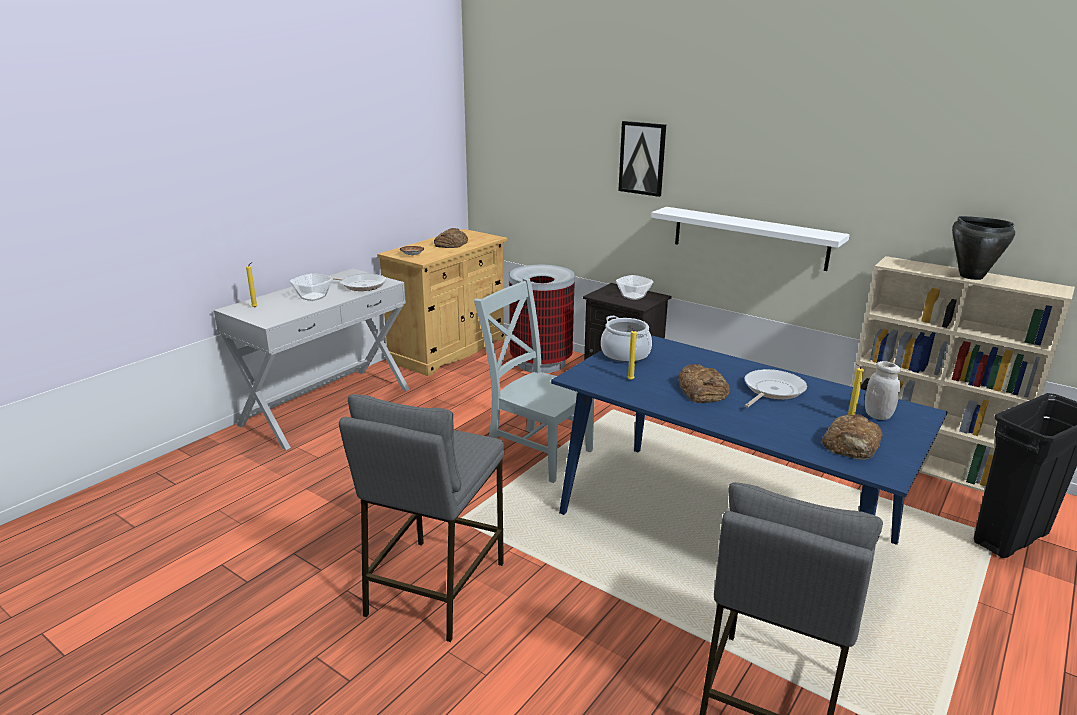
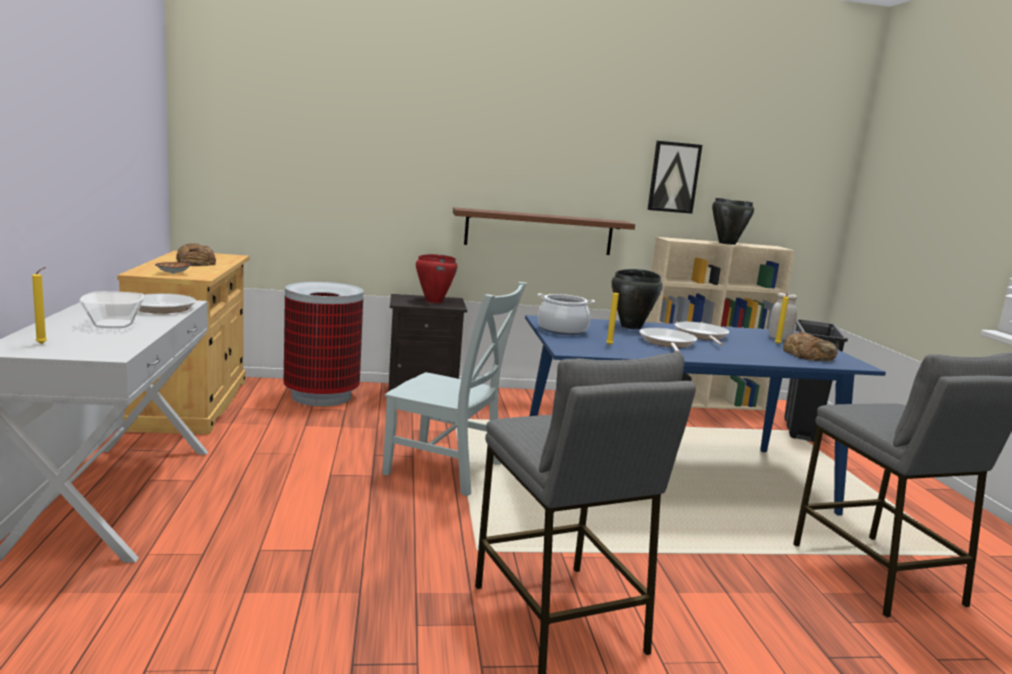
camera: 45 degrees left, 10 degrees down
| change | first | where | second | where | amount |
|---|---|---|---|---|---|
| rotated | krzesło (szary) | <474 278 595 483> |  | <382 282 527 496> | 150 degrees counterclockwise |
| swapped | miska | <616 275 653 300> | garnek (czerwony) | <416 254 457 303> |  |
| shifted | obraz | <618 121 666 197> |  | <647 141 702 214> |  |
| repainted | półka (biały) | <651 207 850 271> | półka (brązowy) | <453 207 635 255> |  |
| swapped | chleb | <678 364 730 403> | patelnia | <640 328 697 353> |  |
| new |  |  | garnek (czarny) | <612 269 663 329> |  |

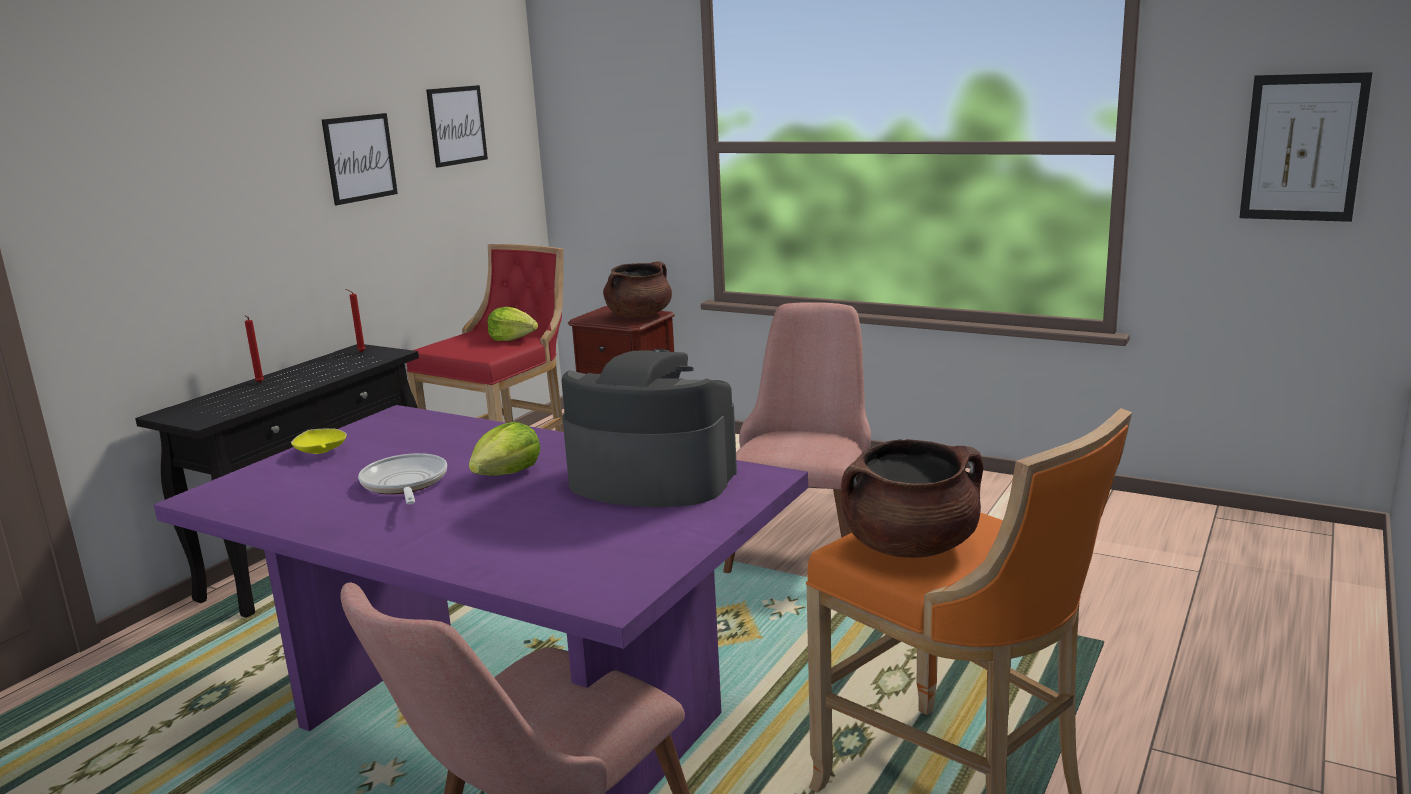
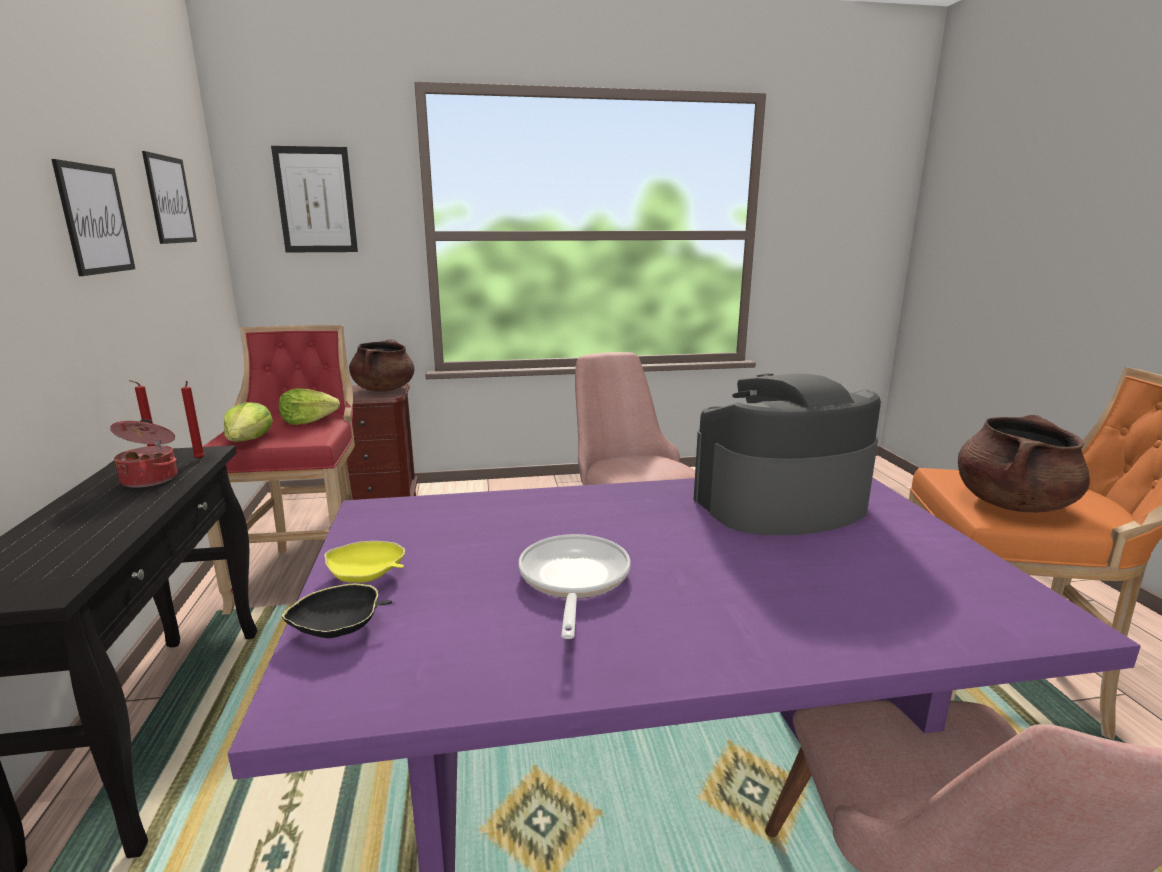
camera: 40 degrees left, 0 degrees up
| change | first | where | second | where | amount |
|---|---|---|---|---|---|
| shifted | świeca (czerwony) | <245 315 264 383> |  | <181 381 205 459> |  |
| rotated | patelnia | <358 453 447 504> |  | <519 534 631 639> | 60 degrees clockwise |
| shifted | sałata | <469 422 540 476> |  | <224 402 273 442> |  |
| shifted | obraz | <1239 72 1372 222> |  | <271 146 358 252> |  |
| new |  |  | garnek | <110 419 177 488> |  |
| new |  |  | miska (czarny) | <282 583 392 638> |  |

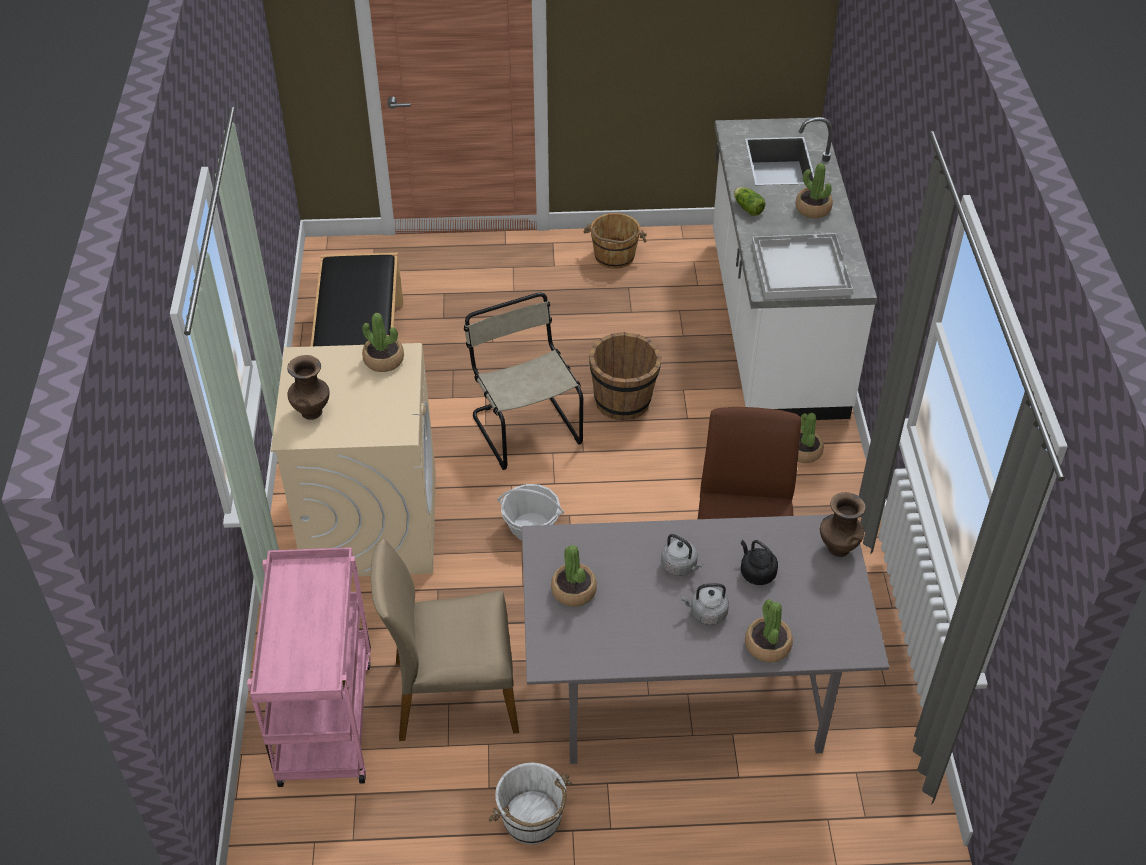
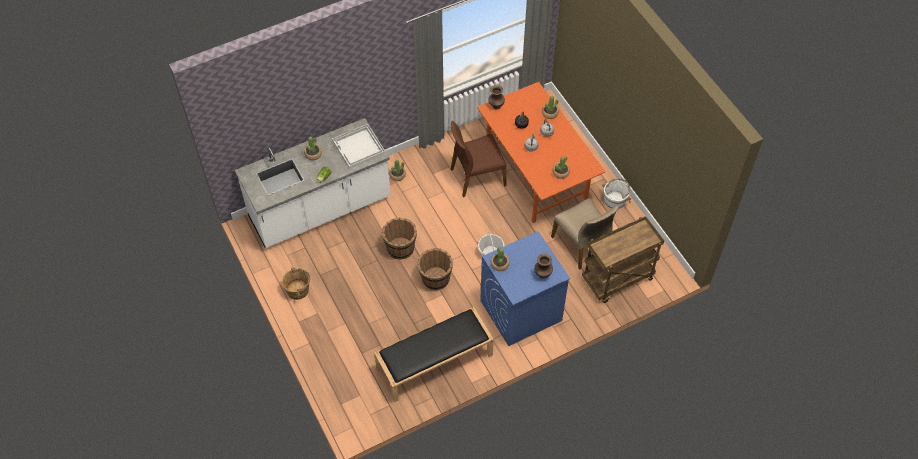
camera: 115 degrees left, 10 degrees up
| change | first | where | second | where | amount |
|---|---|---|---|---|---|
| repainted | wózek (różowy) | <247 547 371 787> | wózek (brązowy) | <582 216 664 303> |  |
| repainted | pralka (beżowy) | <271 343 436 577> | pralka (niebieski) | <480 231 570 346> |  |
| swapped | krzesło (beżowy) | <464 293 584 470> | wiadro (brązowy) | <417 248 453 290> |  |
| repainted | stół jadalny (szary) | <522 514 889 764> | stół jadalny (pomarańczowy) | <477 82 605 223> |  |

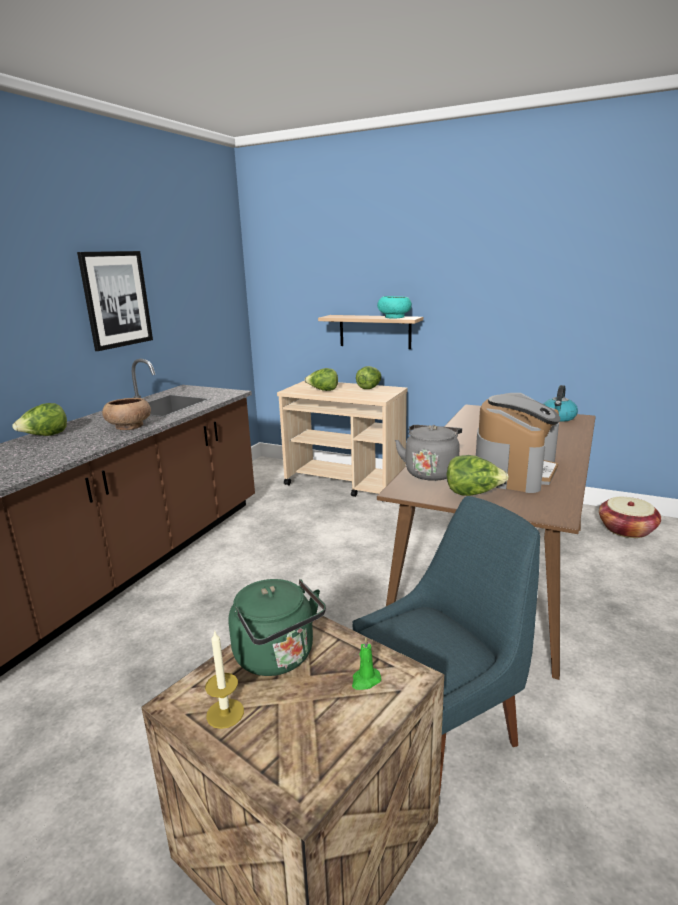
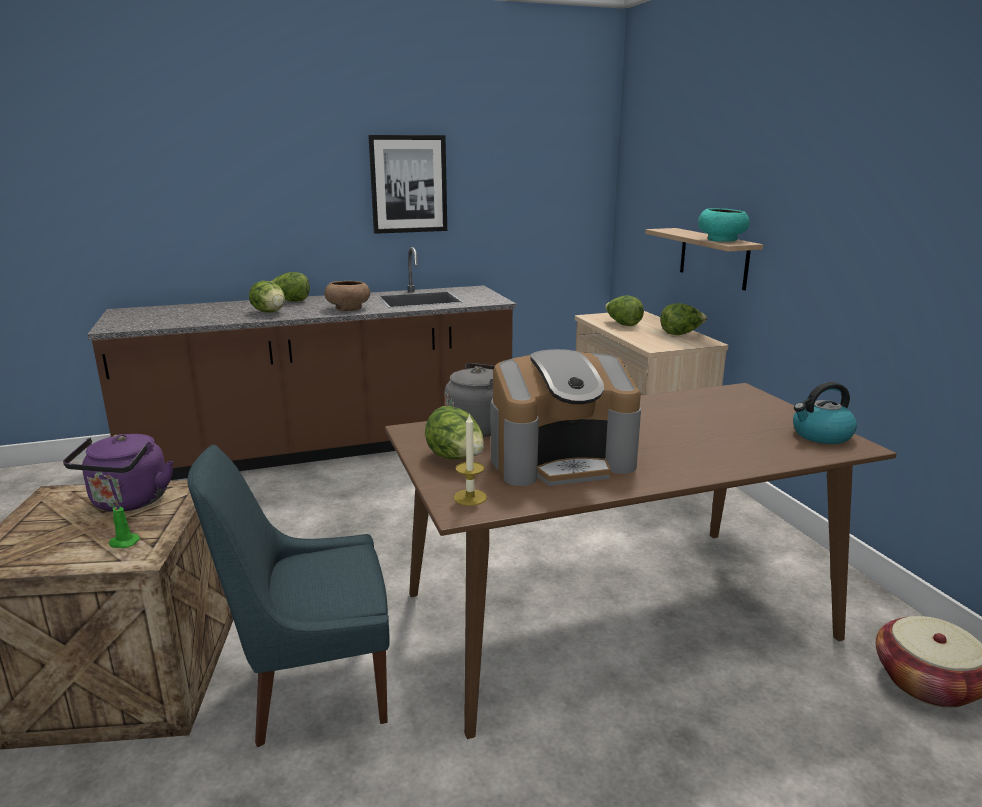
camera: 45 degrees right, 0 degrees up
| change | first | where | second | where | amount |
|---|---|---|---|---|---|
| shifted | świeca | <205 630 244 729> |  | <454 413 487 506> |  |
| repainted | czajnik (zielony) | <229 579 326 676> | czajnik (fioletowy) | <63 434 173 512> |  |
| rotated | krzesło (niebieski) | <353 496 540 796> |  | <188 445 390 747> | 150 degrees clockwise |
| new |  |  | sałata | <249 281 285 313> |  |

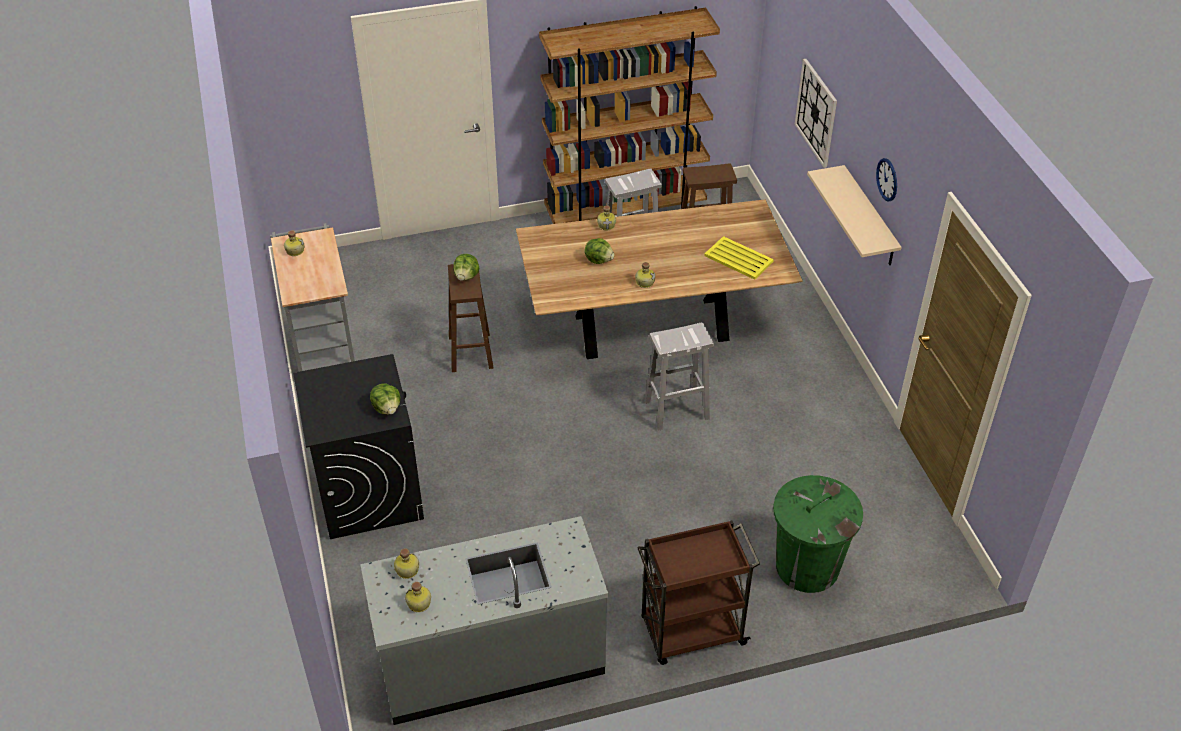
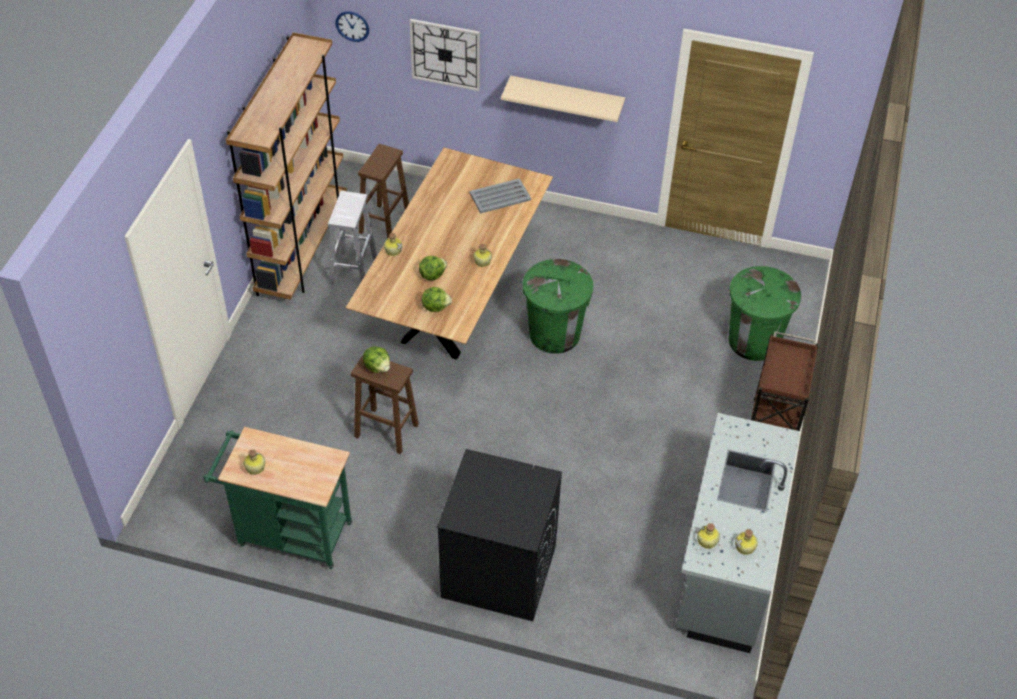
camera: 60 degrees left, 5 degrees up
| change | first | where | second | where | amount |
|---|---|---|---|---|---|
| repainted | wózek (szary) | <270 223 355 372> | wózek (zielony) | <203 427 352 569> |  |
| shifted | sałata | <370 383 400 415> |  | <422 287 452 312> |  |
| swapped | stołek (biały) | <644 322 714 431> | kosz na śmieci (zielony) | <523 259 593 354> |  |
| repainted | taca (żółty) | <704 236 774 280> | taca (szary) | <470 178 531 214> |  |
| shifted | zegar ścienny | <876 158 897 202> |  | <335 11 369 42> |  |

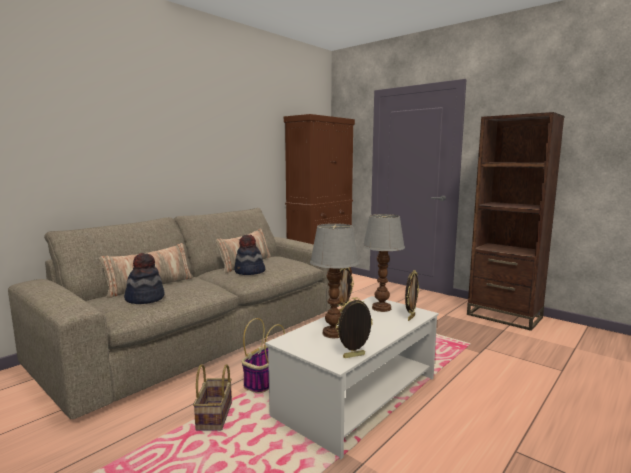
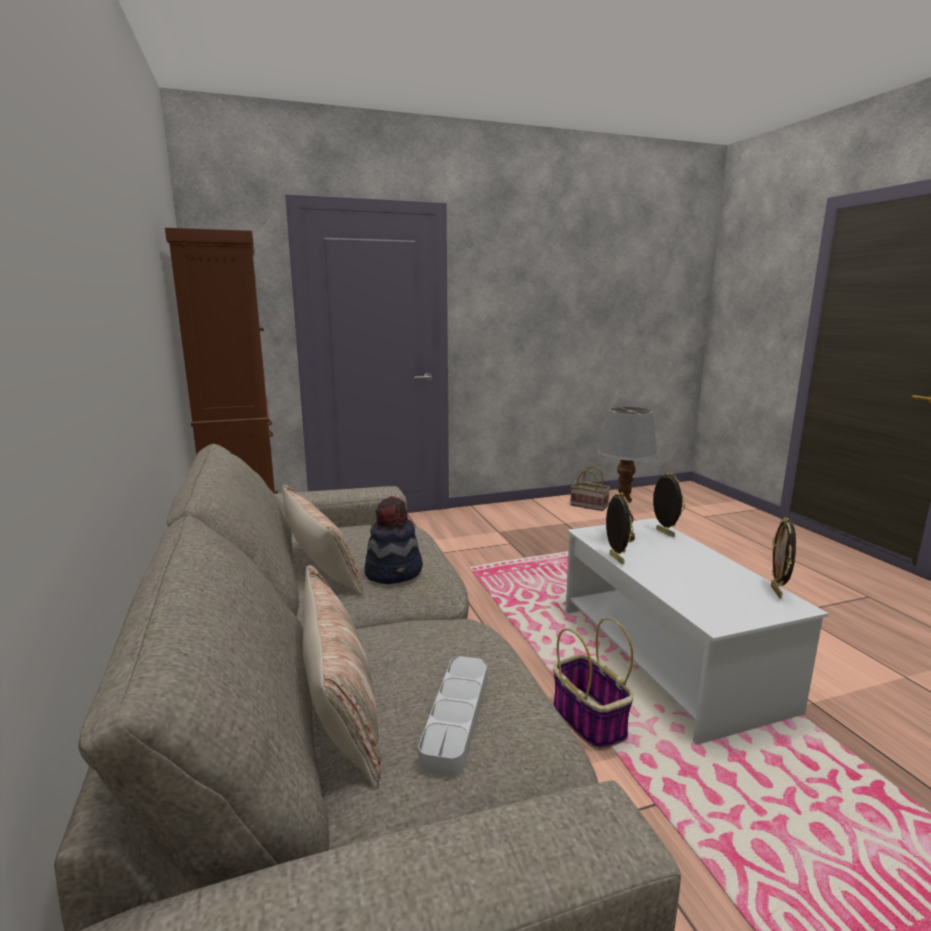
camera: 60 degrees left, 5 degrees up
| change | first | where | second | where | amount |
|---|---|---|---|---|---|
| swapped | kapelusz | <124 253 165 304> | taca (szary) | <418 656 488 778> |  |
| shifted | koszyk | <193 364 232 430> |  | <570 466 610 511> |  |
| gone | lampa stołowa | <310 223 359 338> |  |  |  |
| gone | regał (brązowy) | <467 112 564 331> |  |  |  |

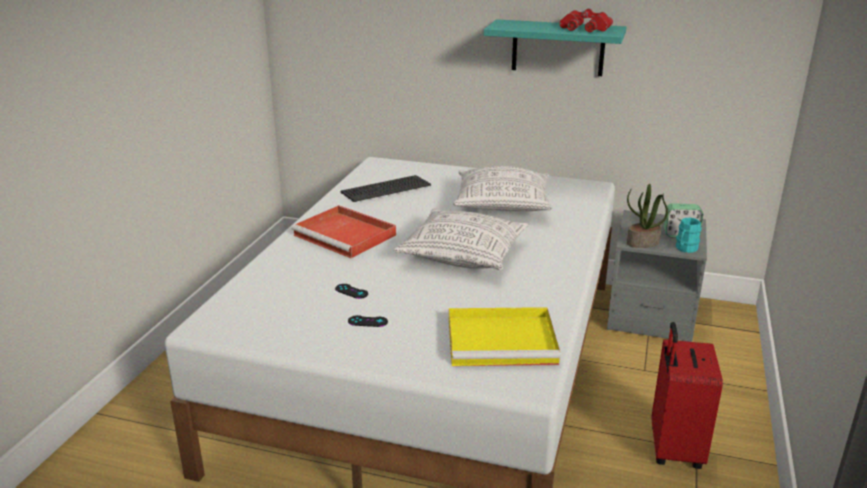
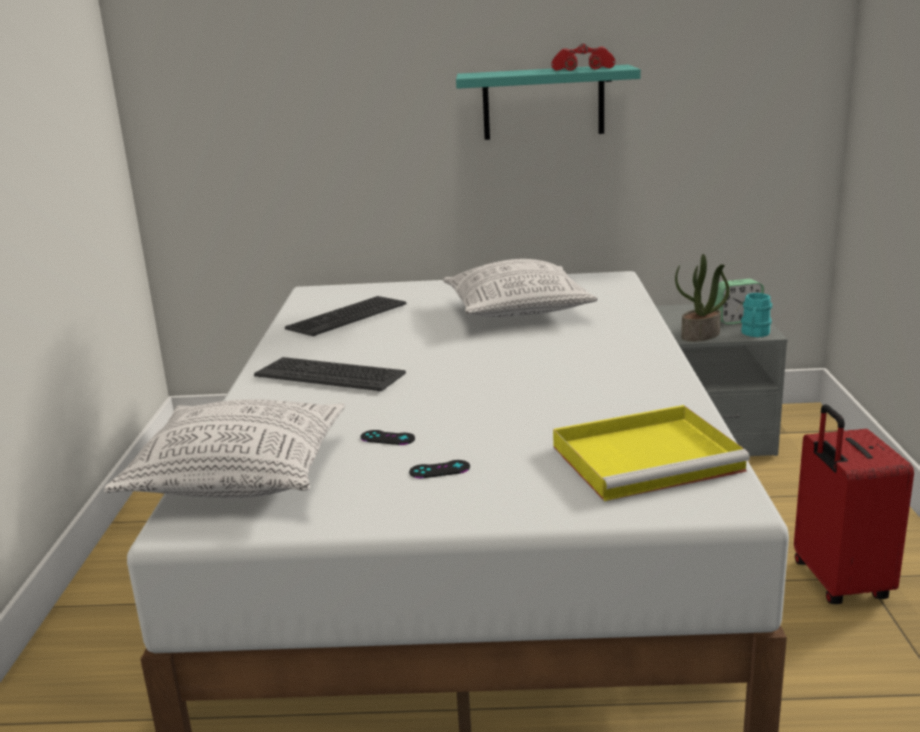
camera: 15 degrees left, 5 degrees down
| change | first | where | second | where | amount |
|---|---|---|---|---|---|
| swapped | taca (czerwony) | <292 205 396 258> | klawiatura | <254 357 406 391> |  |
| shifted | poduszka | <394 209 529 270> |  | <104 399 345 498> |  |

